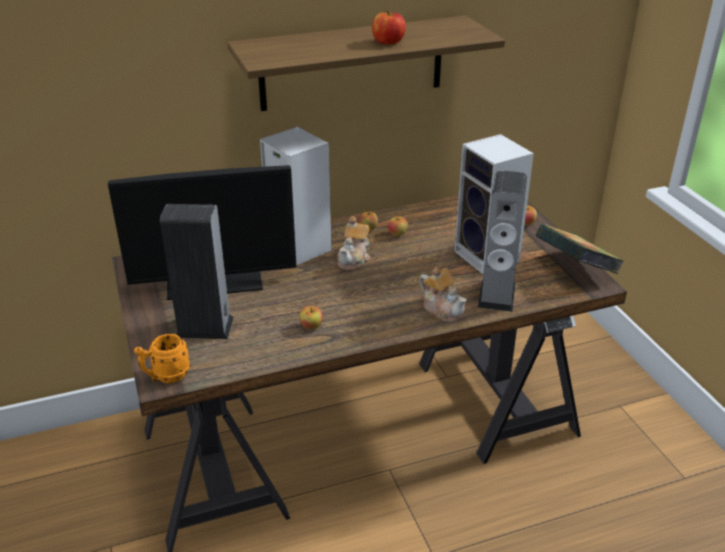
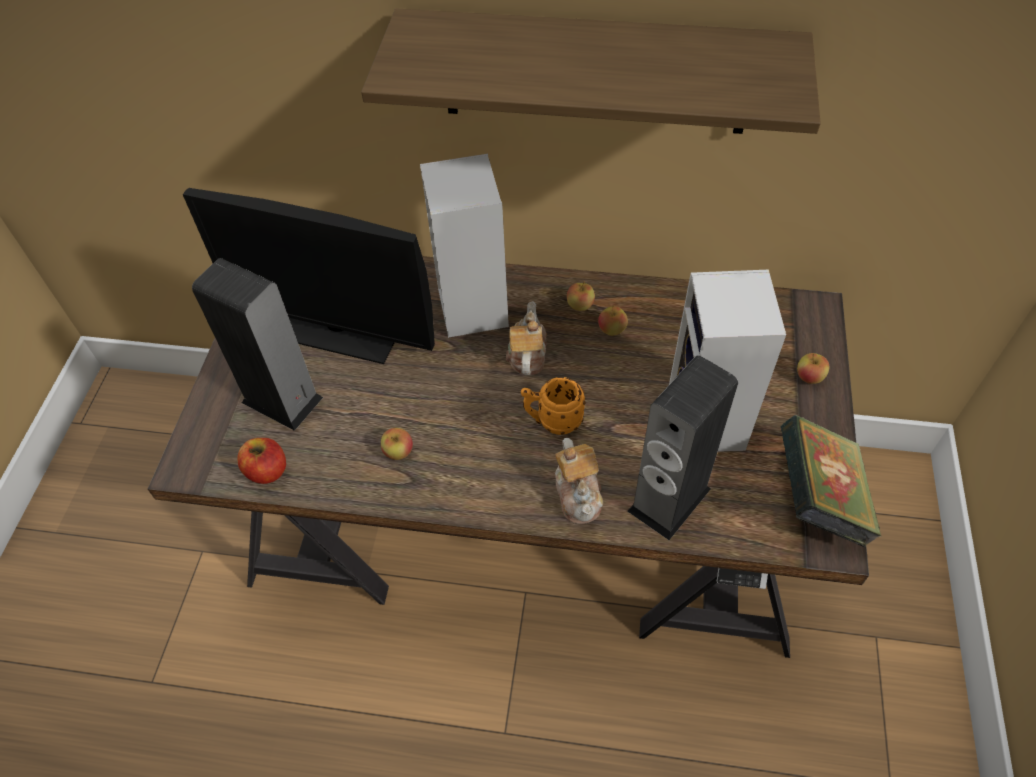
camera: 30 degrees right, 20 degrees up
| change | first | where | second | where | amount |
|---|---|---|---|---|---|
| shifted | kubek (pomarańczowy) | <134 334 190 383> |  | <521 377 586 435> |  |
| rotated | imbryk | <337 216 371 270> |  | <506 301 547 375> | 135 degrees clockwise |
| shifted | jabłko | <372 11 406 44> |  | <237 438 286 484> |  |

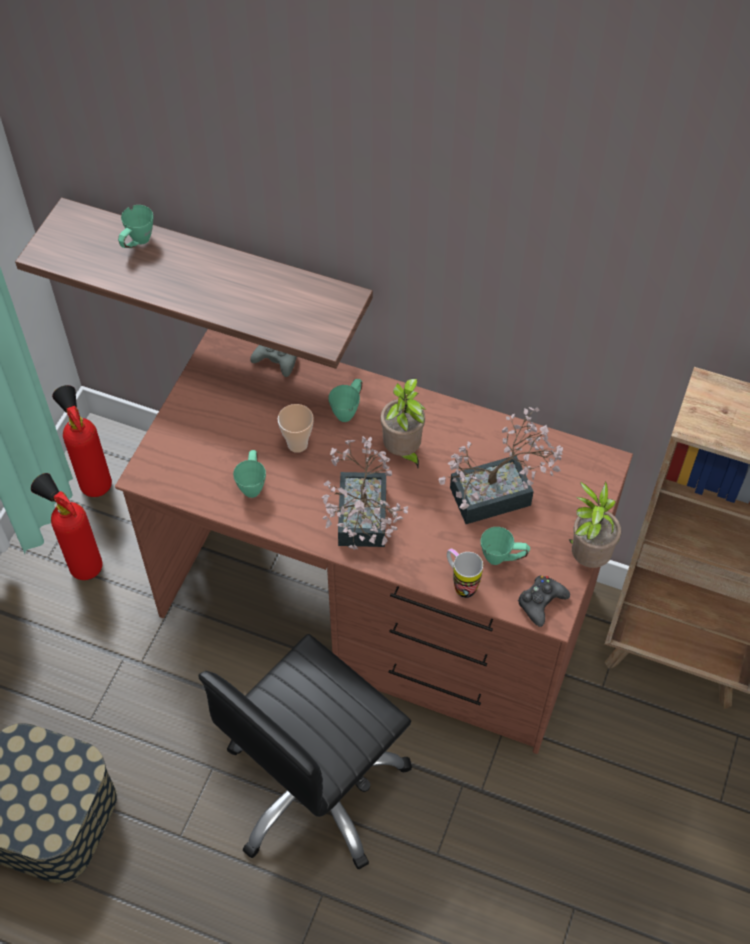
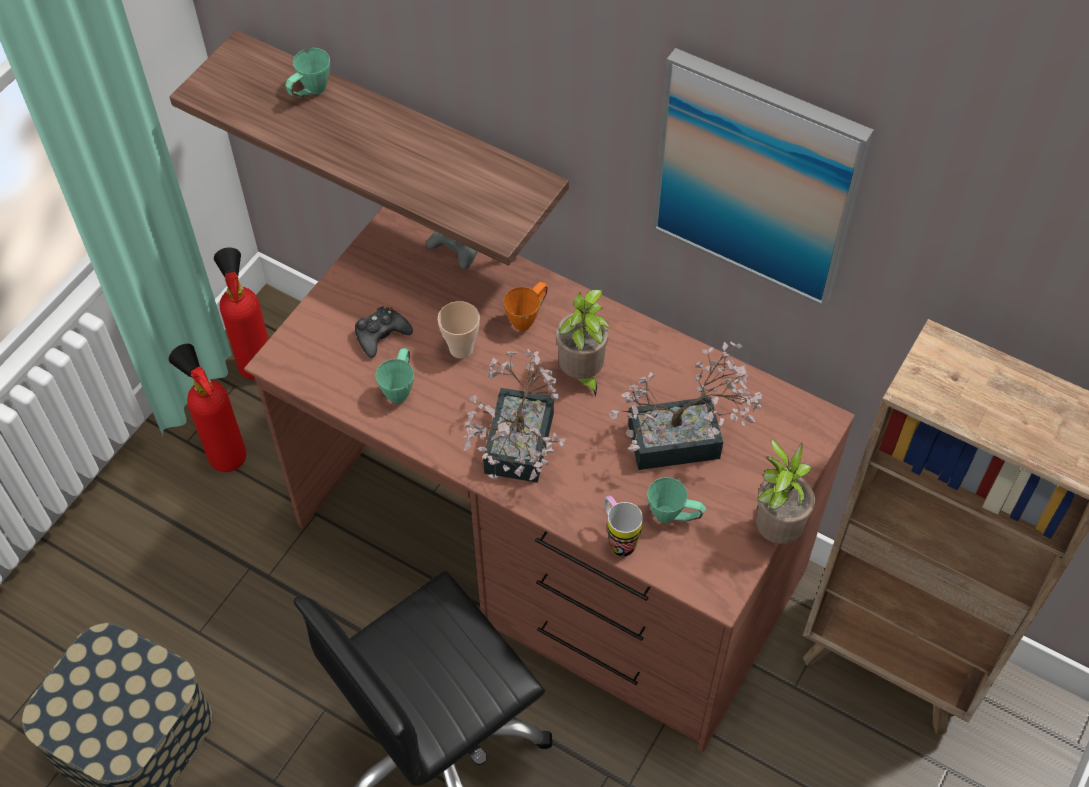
camera: 10 degrees right, 0 degrees up
| change | first | where | second | where | amount |
|---|---|---|---|---|---|
| repainted | kubek (zielony) | <328 379 362 422> | kubek (pomarańczowy) | <503 282 548 331> |  |
| shifted | pad do gier (czarny) | <518 575 570 627> |  | <355 306 413 358> |  |
| new |  |  | obraz | <652 48 874 307> |  |

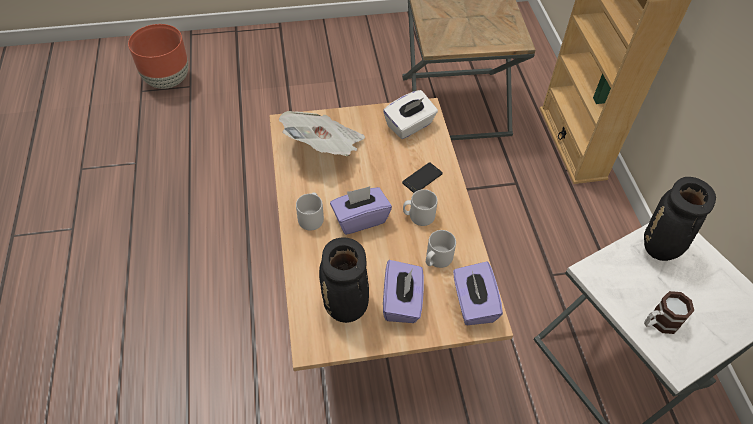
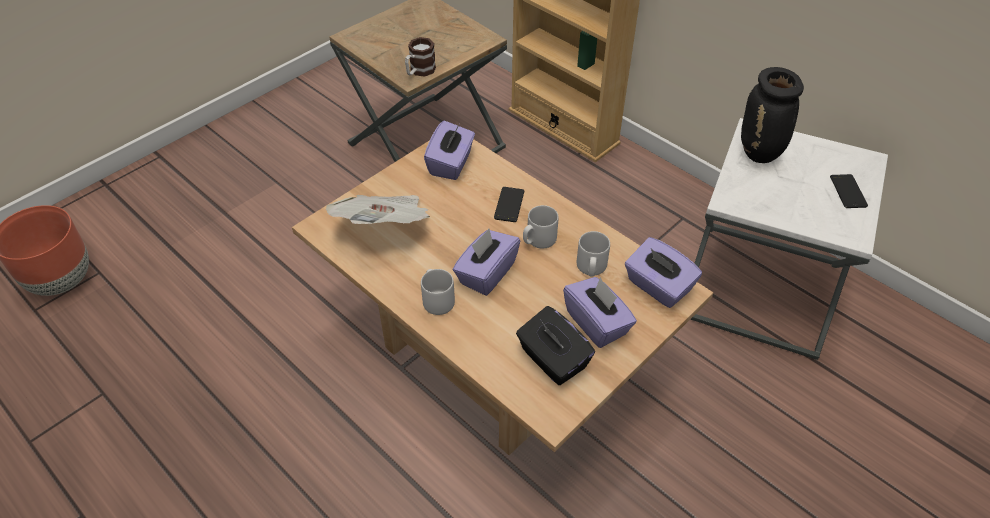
camera: 35 degrees left, 5 degrees down
| change | first | where | second | where | amount |
|---|---|---|---|---|---|
| swapped | wazon (czarny) | <319 237 369 323> | pudełko chusteczek (czarny) | <516 306 595 385> |  |
| repainted | pudełko chusteczek (biały) | <383 90 438 139> | pudełko chusteczek (fioletowy) | <424 120 475 180> |  |
| shifted | kubek | <644 291 694 334> |  | <405 37 436 77> |  |
| new |  |  | telefon | <830 174 868 208> |  |

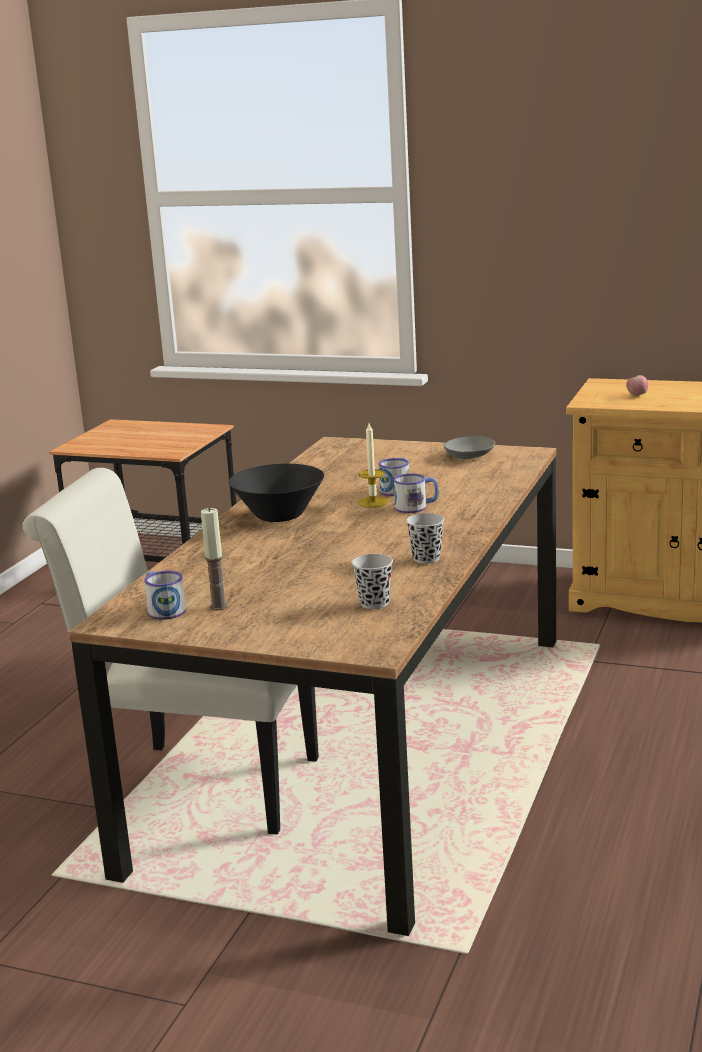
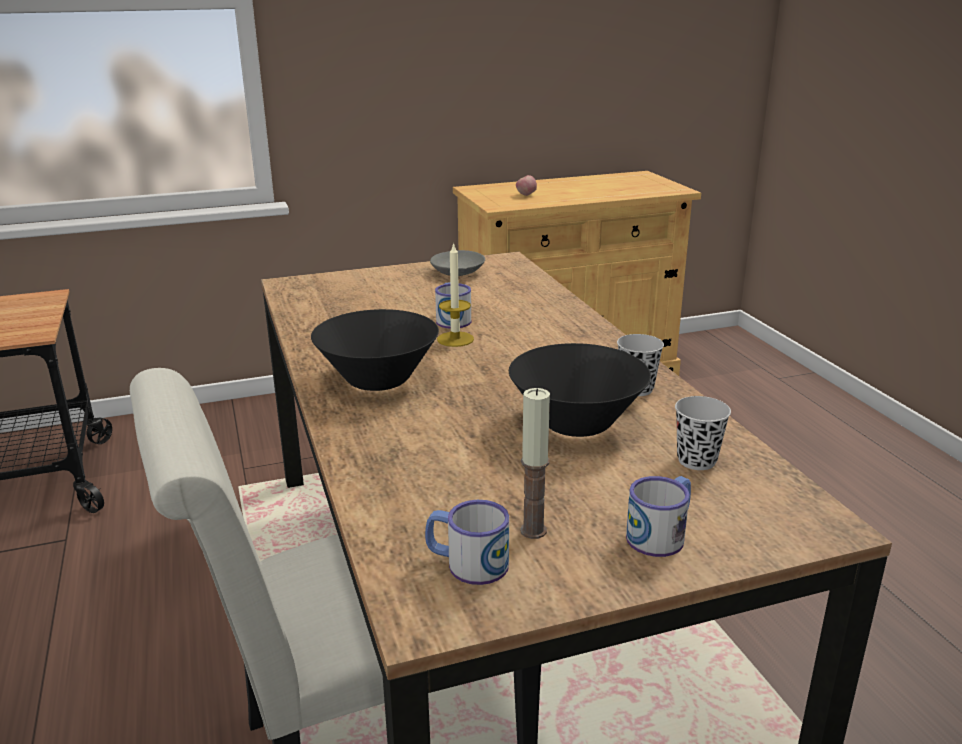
camera: 40 degrees left, 5 degrees up
| change | first | where | second | where | amount |
|---|---|---|---|---|---|
| shifted | kubek | <394 473 439 513> |  | <626 476 691 557> |  |
| new |  |  | miska (czarny) | <509 343 651 437> |  |

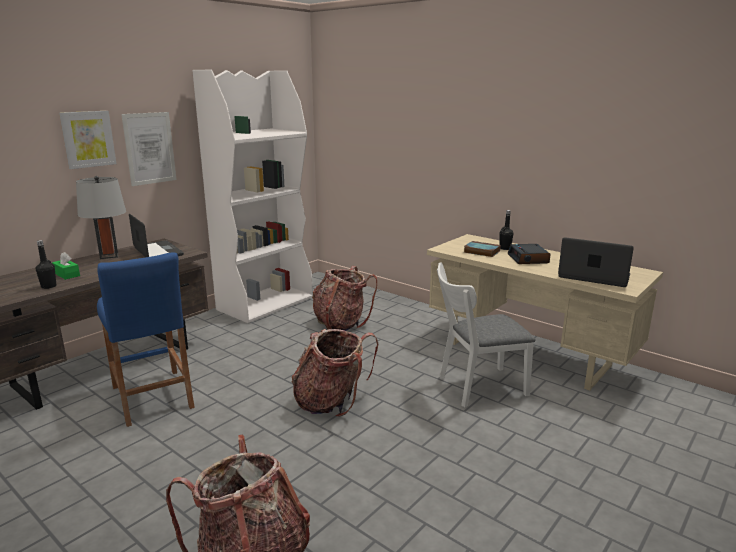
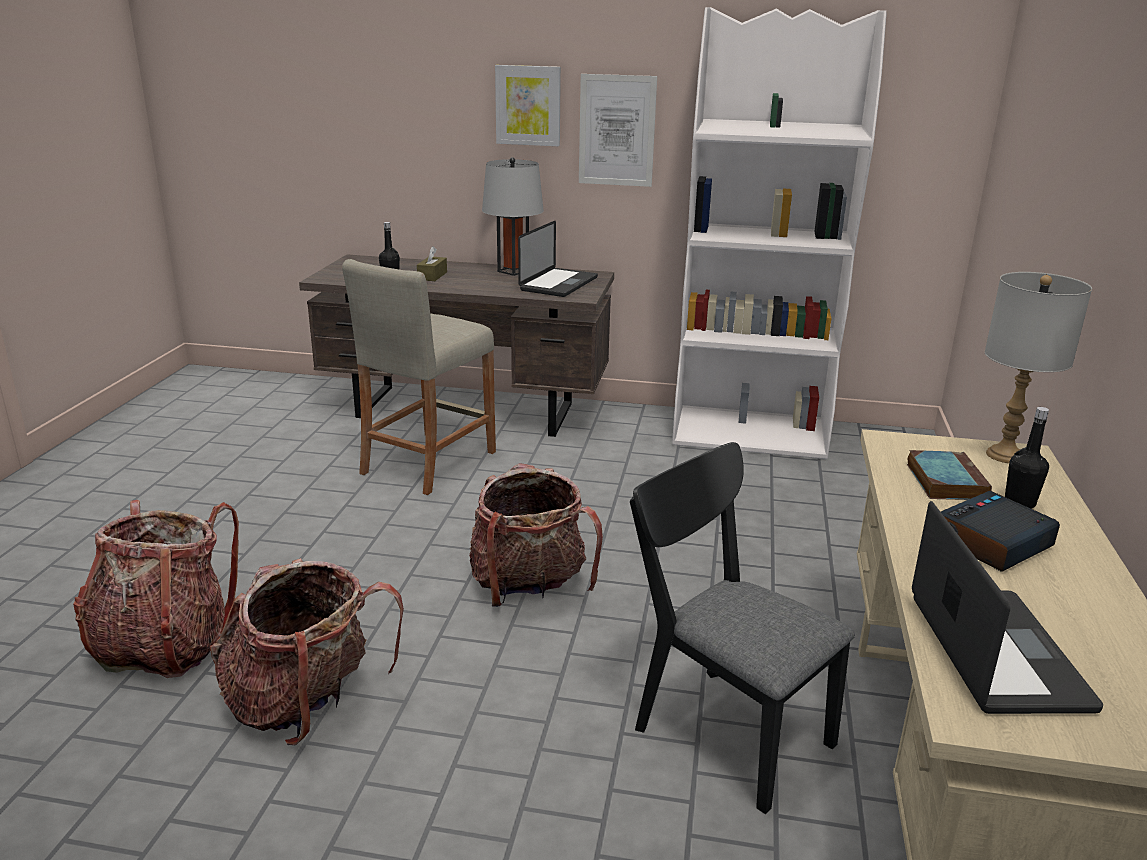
camera: 60 degrees right, 5 degrees up
| change | first | where | second | where | amount |
|---|---|---|---|---|---|
| repainted | pudełko chusteczek (zielony) | <52 252 80 280> | pudełko chusteczek (brązowy) | <417 246 447 281> |  |
| repainted | stołek (niebieski) | <97 252 195 427> | stołek (beżowy) | <342 259 496 495> |  |
| shifted | plecak | <312 266 377 331> |  | <210 558 404 746> |  |
| repainted | krzesło (biały) | <437 263 536 407> | krzesło (czarny) | <630 442 855 814> |  |
| new |  |  | lampa stołowa (szary) | <985 272 1092 463> |  |

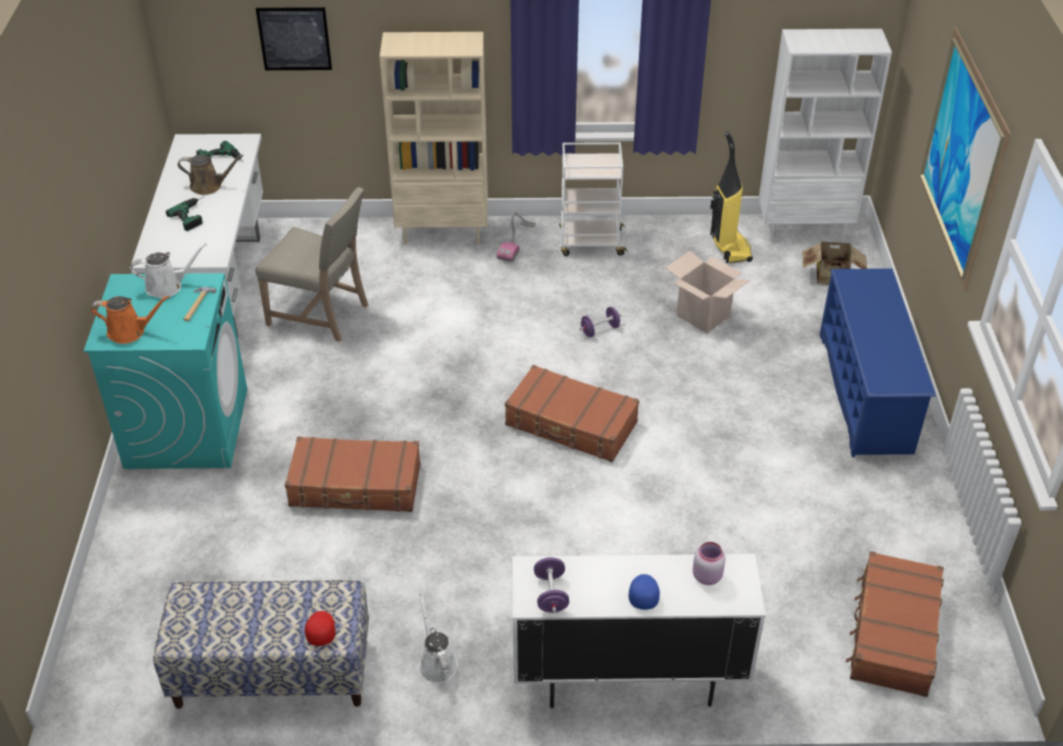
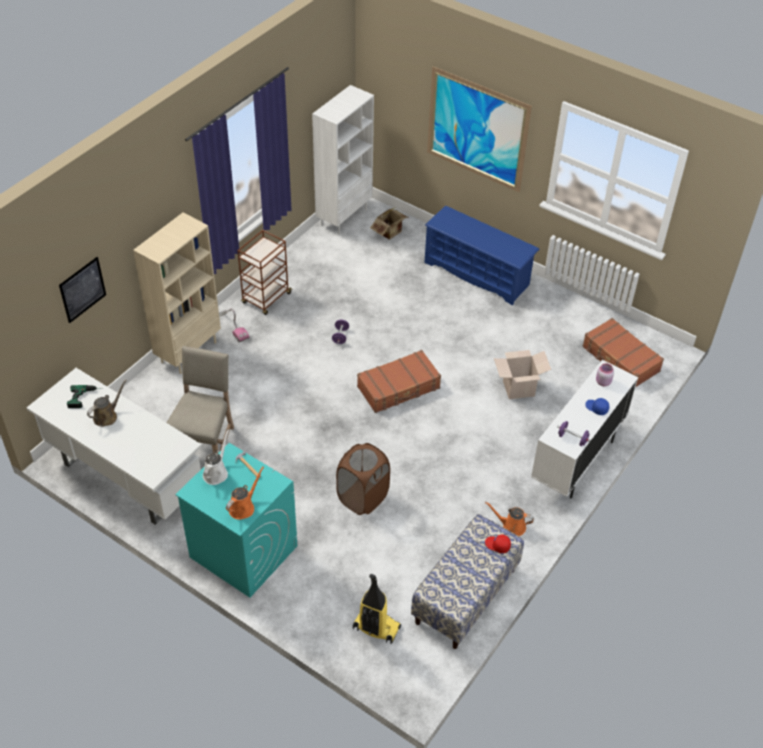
camera: 55 degrees left, 5 degrees up
| change | first | where | second | where | amount |
|---|---|---|---|---|---|
| gone | wiertarka | <166 196 205 231> |  |  |  |
| rotated | krzesło (beżowy) | <255 187 368 342> |  | <166 346 234 453> | 45 degrees counterclockwise |
| swapped | walizka (brązowy) | <285 436 420 512> | kosz na pranie (brązowy) | <336 443 390 515> |  |
| repainted | konewka (biały) | <419 594 458 684> | konewka (pomarańczowy) | <485 502 534 536> |  |
| repainted | wózek (biały) | <559 142 627 256> | wózek (brązowy) | <237 230 293 315> |  |
| shifted | karton | <666 251 750 333> |  | <494 350 551 399> |  |
| shifted | odkurzacz | <710 131 753 263> |  | <353 574 401 644> |  |

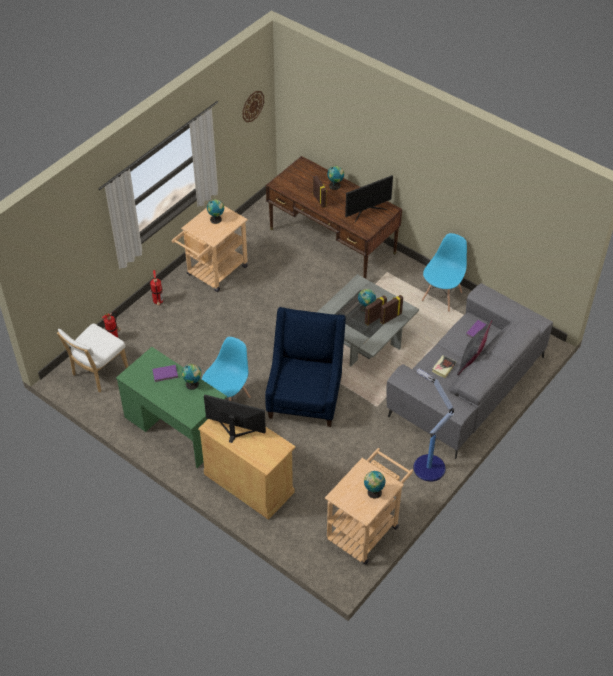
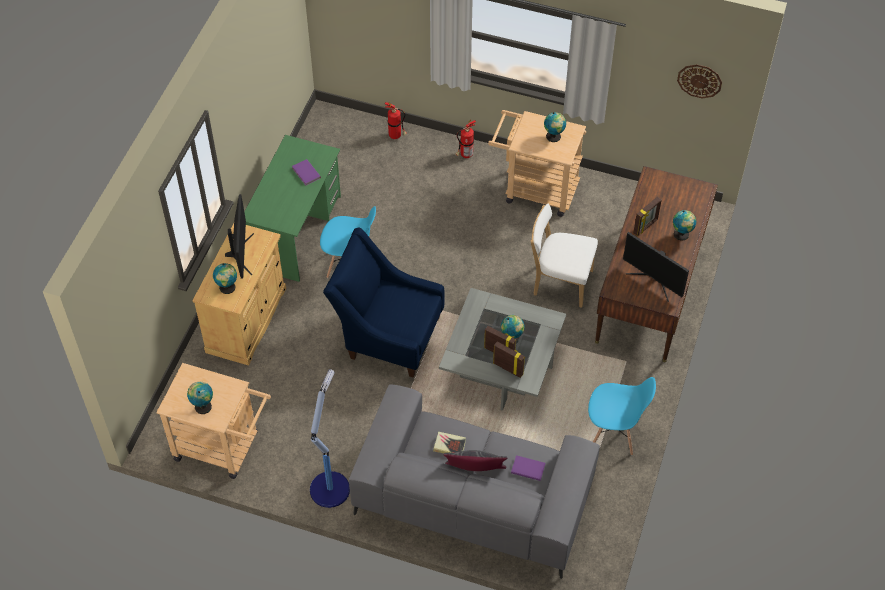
camera: 70 degrees right, 5 degrees up
| change | first | where | second | where | amount |
|---|---|---|---|---|---|
| shifted | krzesło (biały) | <57 323 128 392> |  | <530 204 598 308> |  |
| shifted | globus | <182 364 202 390> |  | <213 263 237 294> |  |
| rotated | fotel (niebieski) | <265 307 346 427> |  | <323 228 444 378> | 150 degrees counterclockwise |

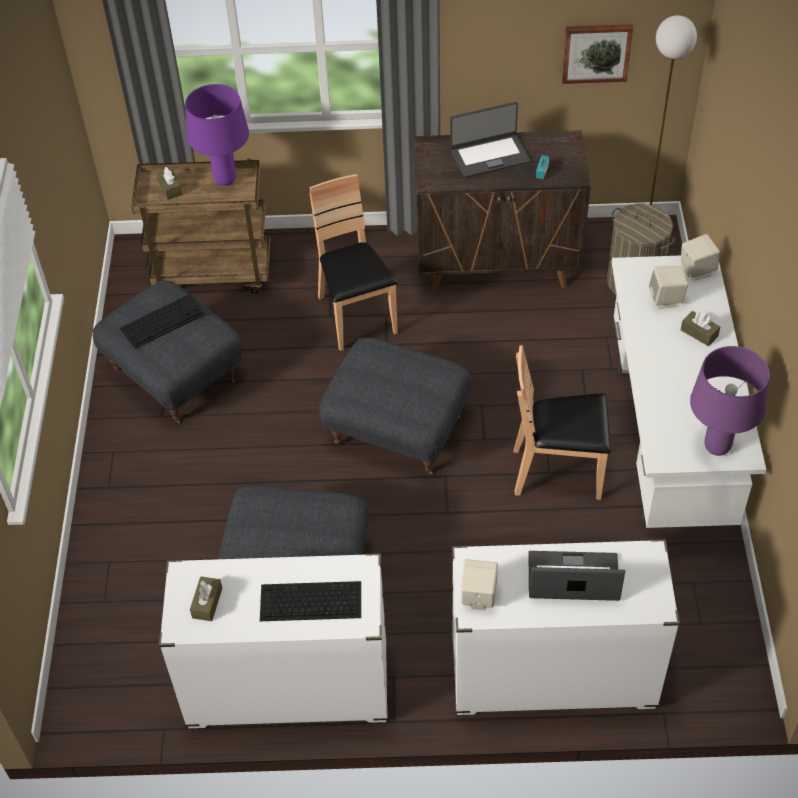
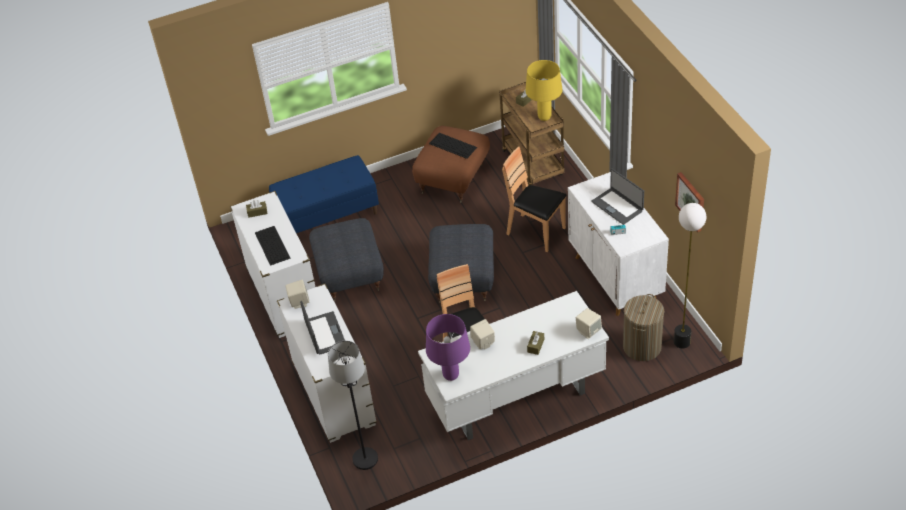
camera: 70 degrees right, 5 degrees down
| change | first | where | second | where | amount |
|---|---|---|---|---|---|
| repainted | pufa (szary) | <93 280 242 424> | pufa (brązowy) | <412 126 490 203> |  |
| repainted | lampa stołowa (fioletowy) | <185 84 249 186> | lampa stołowa (żółty) | <525 60 563 121> |  |
| rotated | krzesło (brązowy) | <309 174 398 351> |  | <502 147 567 252> | 105 degrees counterclockwise |
| repainted | szafka (brązowy) | <414 130 591 292> | szafka (biały) | <568 172 669 316> |  |
| shifted | głośnik (beżowy) | <649 266 688 309> |  | <470 319 495 350> |  |
| new |  |  | ławka (niebieski) | <269 155 379 233> |  |
| new |  |  | lampa stojąca (czarny) | <328 341 378 470> |  |

